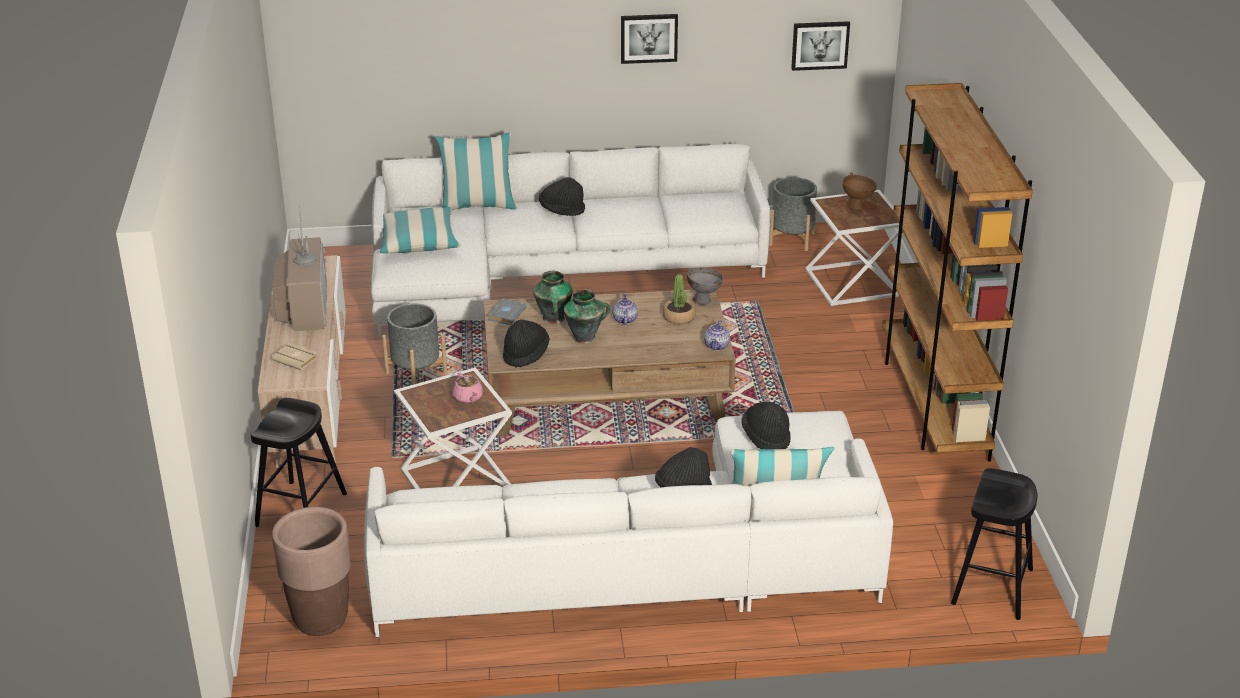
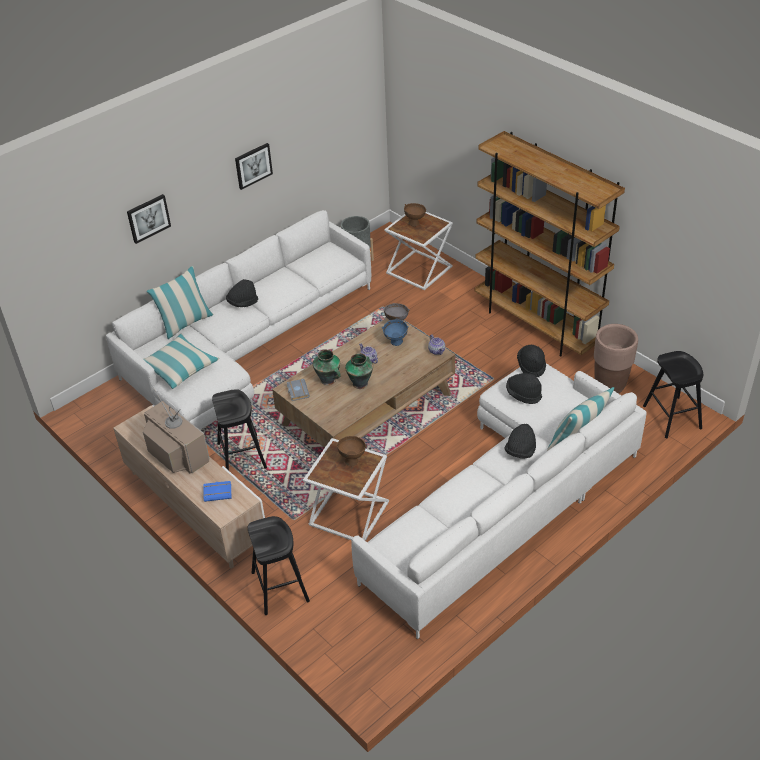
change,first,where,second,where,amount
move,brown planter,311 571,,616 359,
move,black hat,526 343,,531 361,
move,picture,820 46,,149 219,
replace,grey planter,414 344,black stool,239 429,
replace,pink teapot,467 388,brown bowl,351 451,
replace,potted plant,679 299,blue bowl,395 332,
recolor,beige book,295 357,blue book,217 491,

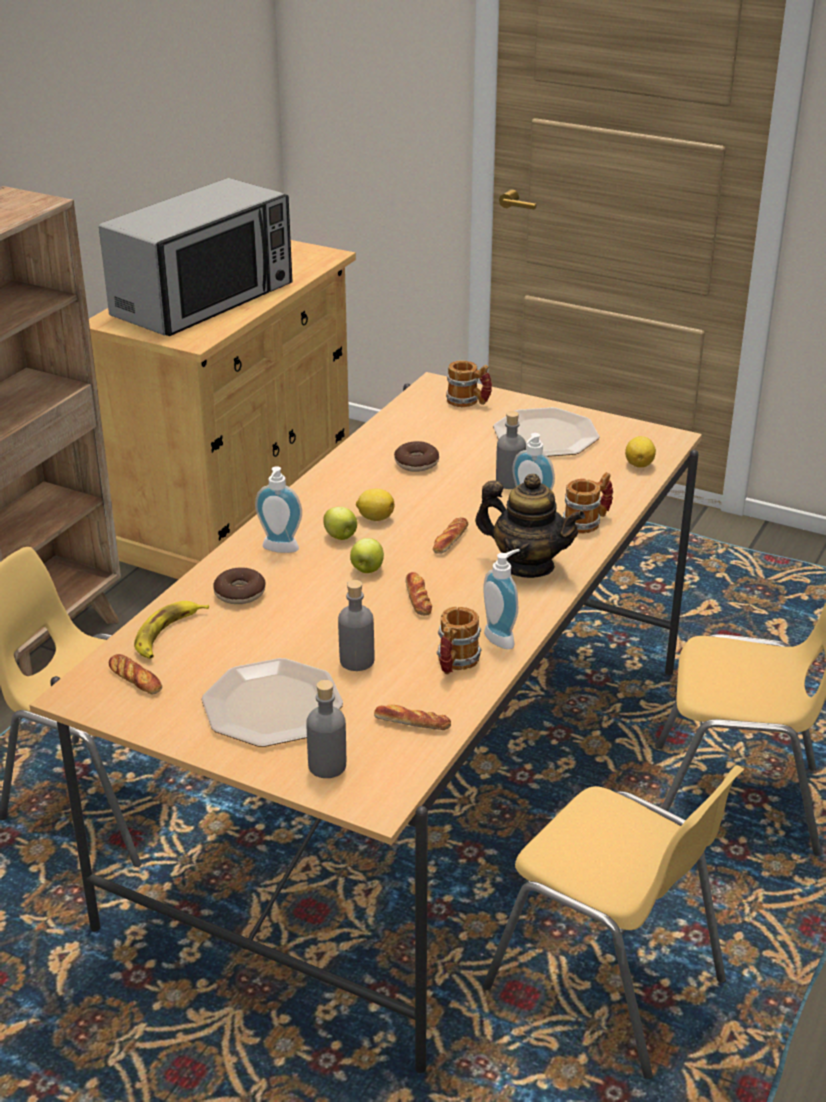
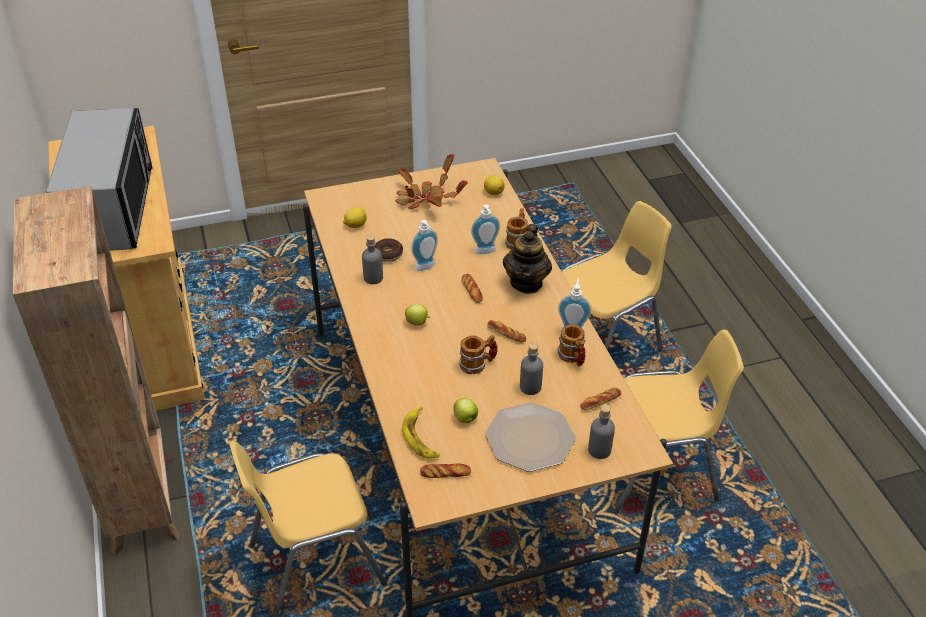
change,first,where,second,where,amount
delete,donut,239 586,,,
move,soap dispenser,278 509,,424 245,
move,apple,367 555,,466 410,
move,lemon,375 505,,355 218,
move,mug,469 383,,478 354,
move,grey bottle,511 450,,372 259,
replace,plate,546 432,potted plant,431 181,
rotate,teapot,530 525,,527 259,120 degrees clockwise

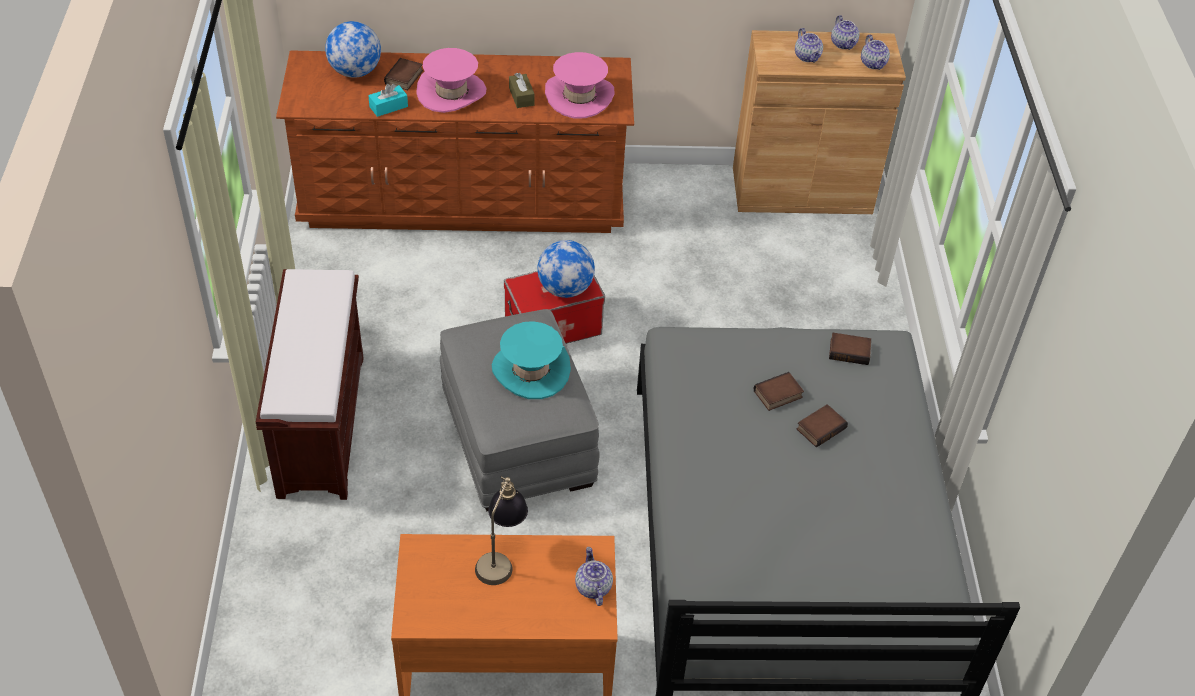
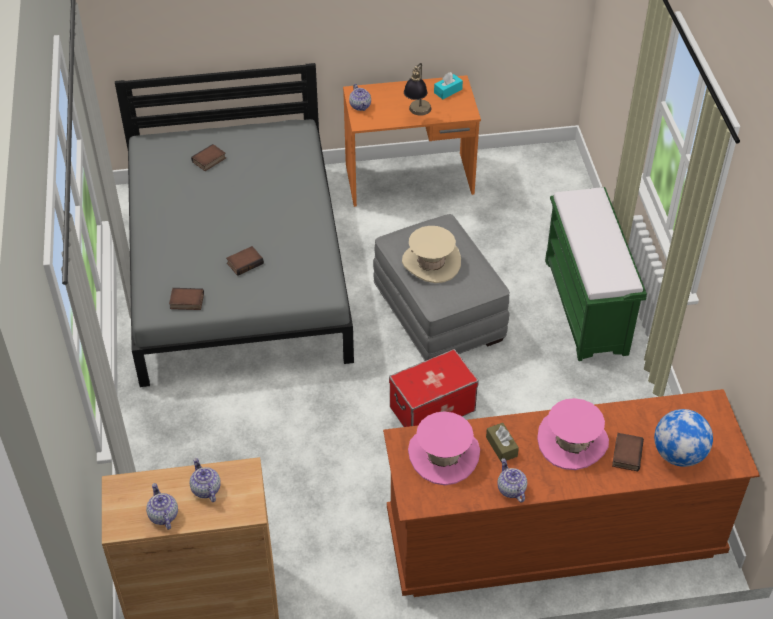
change,first,where,second,where,amount
delete,globe,566 269,,,
move,turquoise tissue box,388 100,,448 85,
move,book,822 425,,208 157,
move,teapot,875 52,,512 480,
recolor,brown bench,310 384,green bench,596 274,
recolor,turquoise hat,531 360,beige hat,431 254,

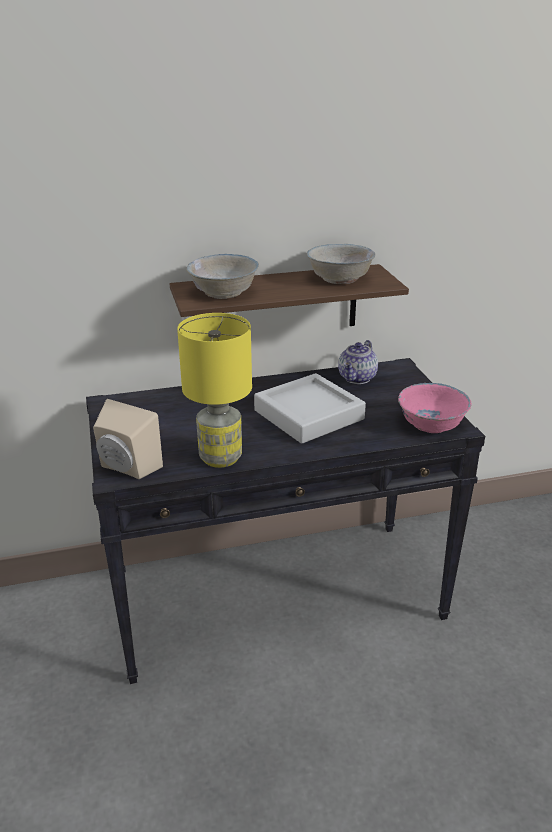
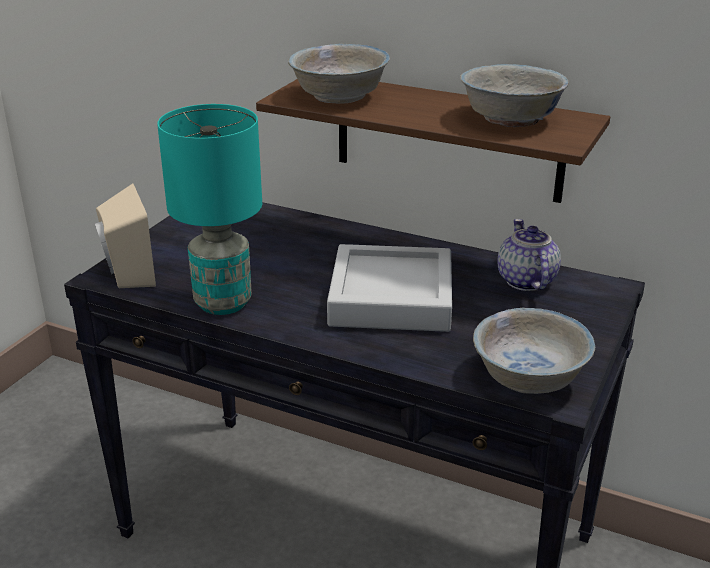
change,first,where,second,where,amount
recolor,yellow table lamp,214 390,turquoise table lamp,209 209,
recolor,pink bowl,434 408,white bowl,534 351,
rotate,teapot,358 362,,529 255,105 degrees clockwise

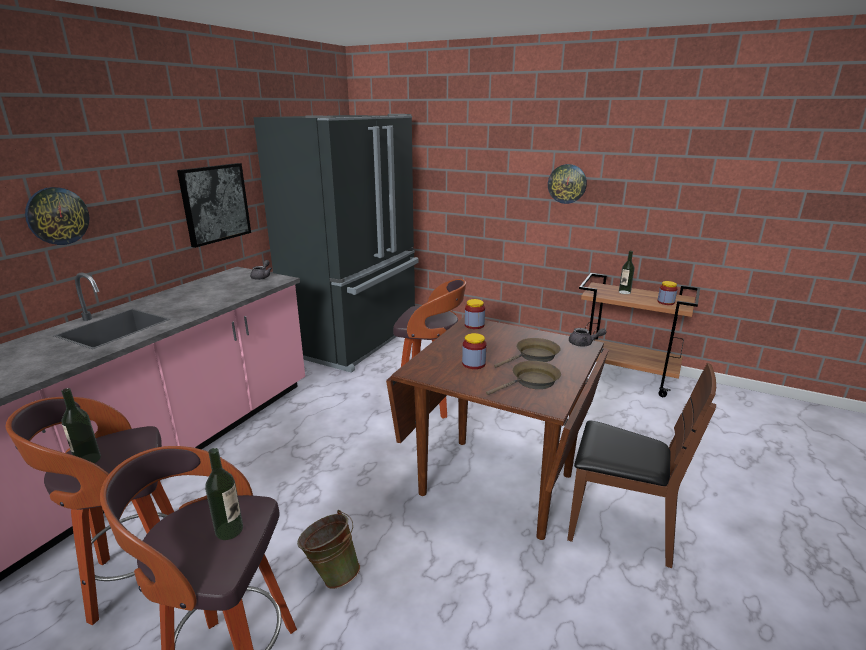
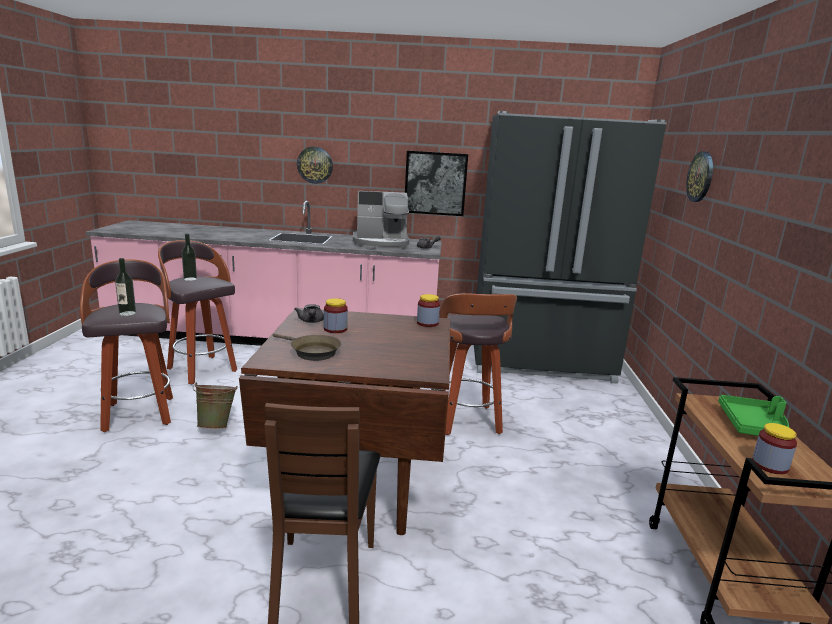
change,first,where,second,where,amount
delete,brown frying pan,527 353,,,
insert,,,coffee machine,381 220,
move,wall clock,567 184,,699 176,
move,grey teapot,588 337,,309 313,
replace,bottle,627 272,green tray,753 415,

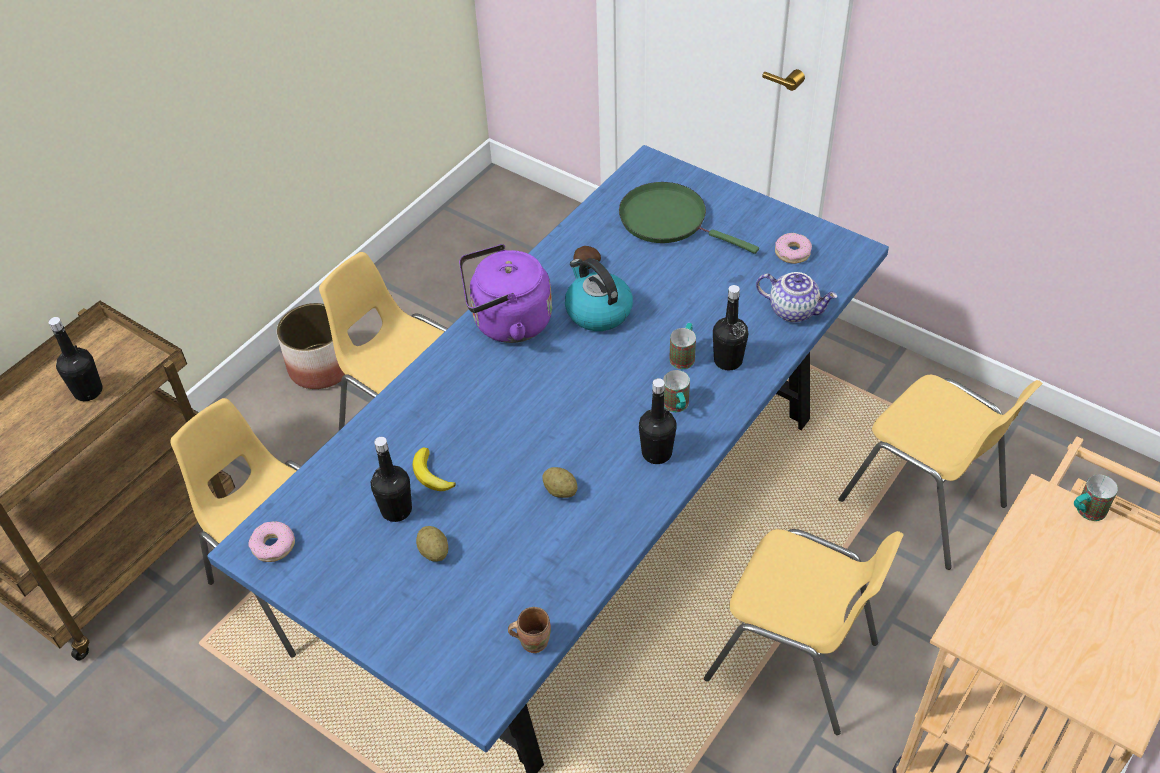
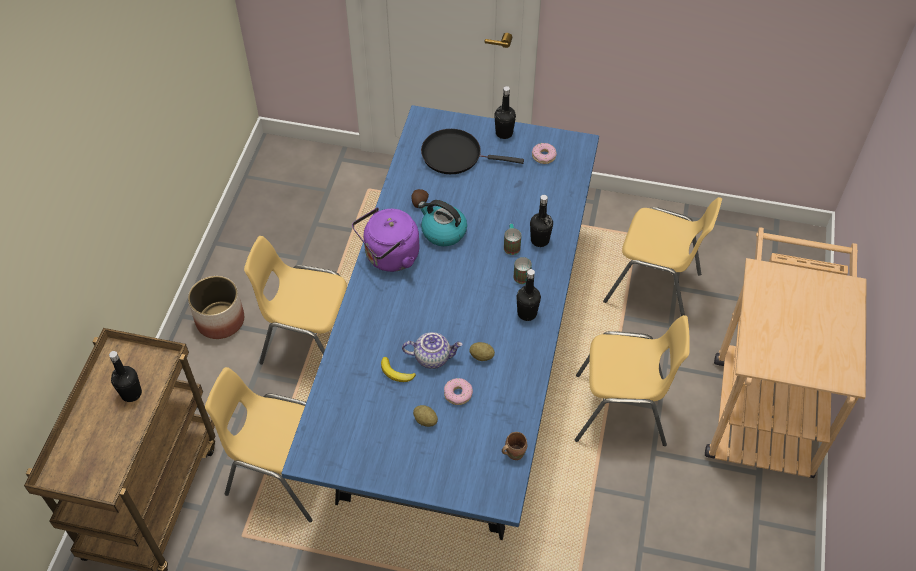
change,first,where,second,where,amount
delete,mug,1096 497,,,
move,donut,271 541,,458 391,
move,black bottle,391 479,,505 112,
move,teapot,797 297,,432 350,
recolor,green frying pan,689 218,black frying pan,472 151,

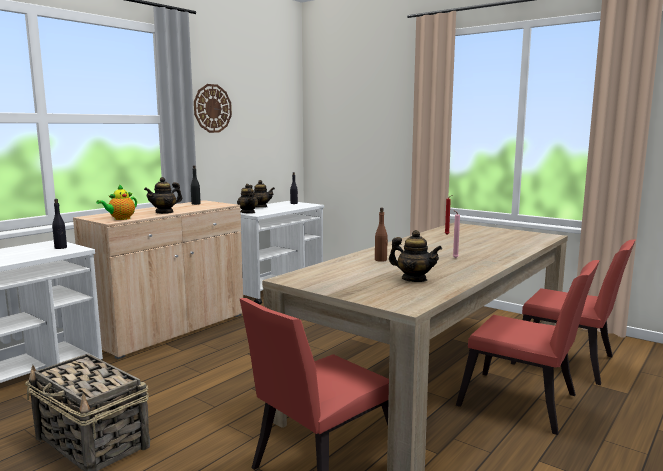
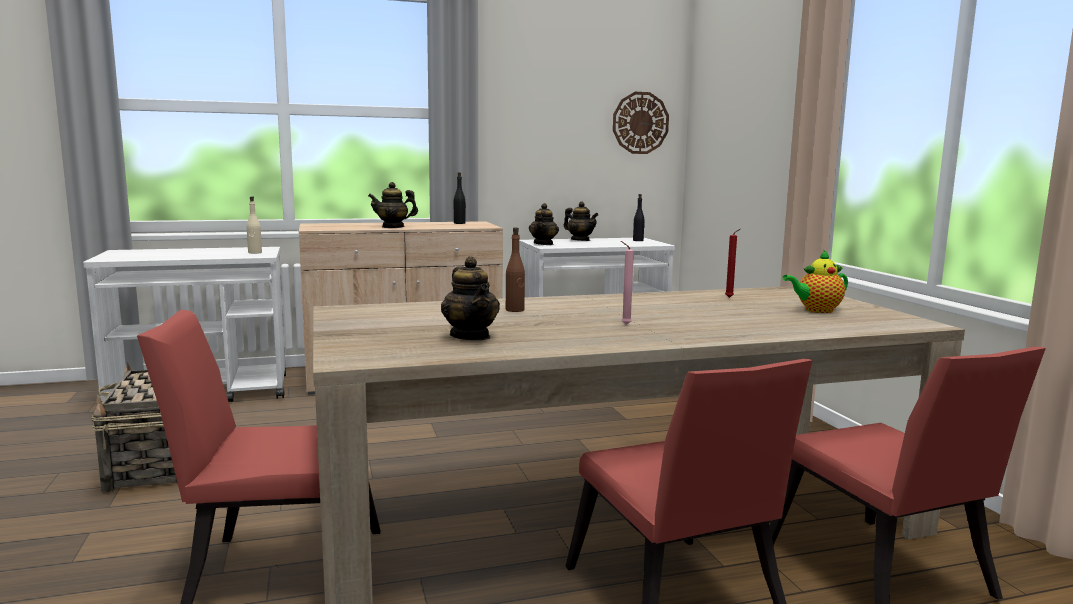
change,first,where,second,where,amount
move,teapot,116 202,,815 281,
move,wall clock,213 108,,641 123,
recolor,black bottle,59 224,beige bottle,254 225,

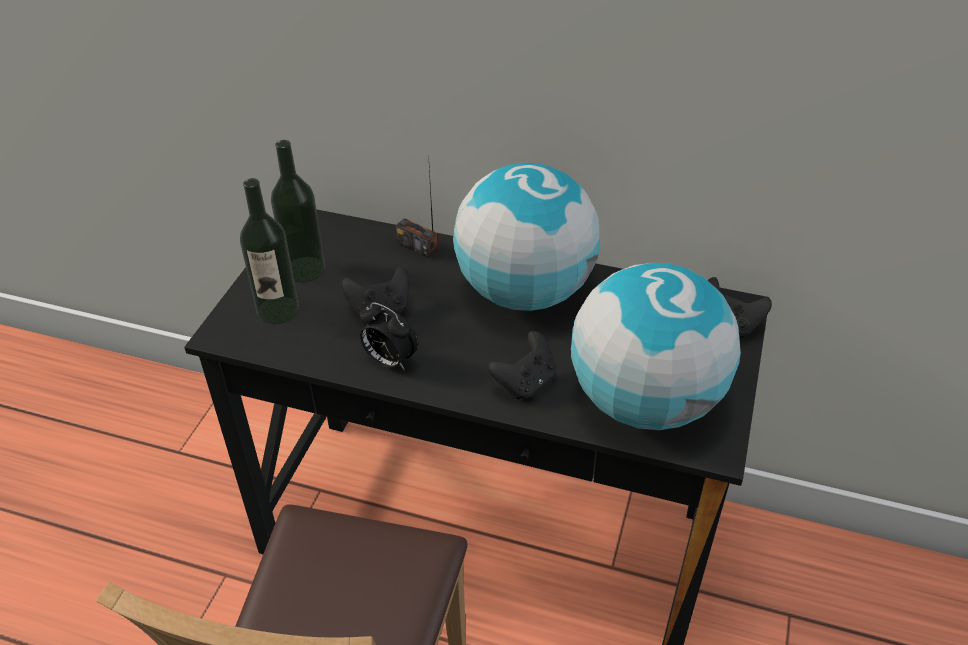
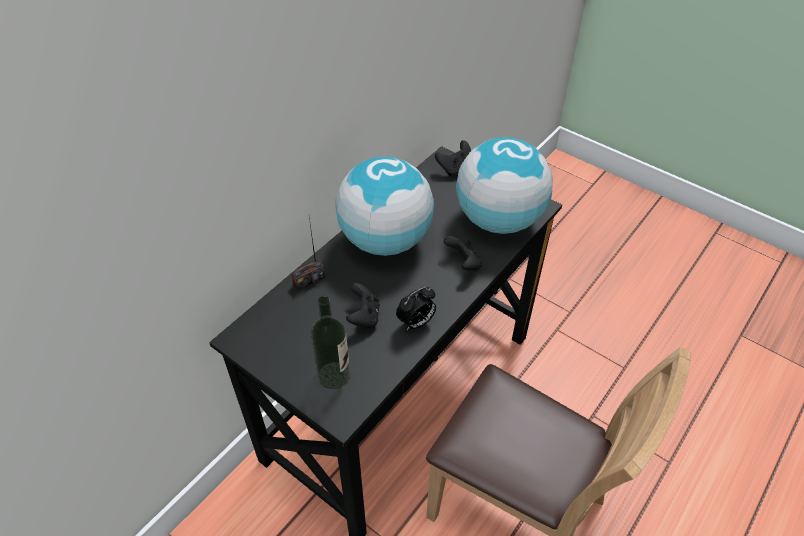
change,first,where,second,where,amount
delete,bottle,298 211,,,

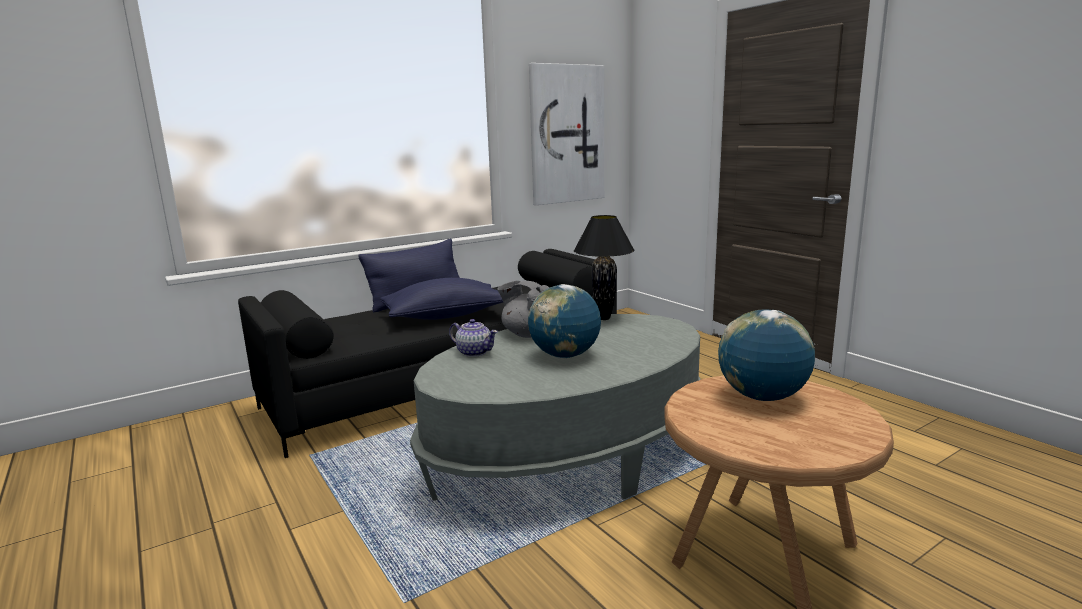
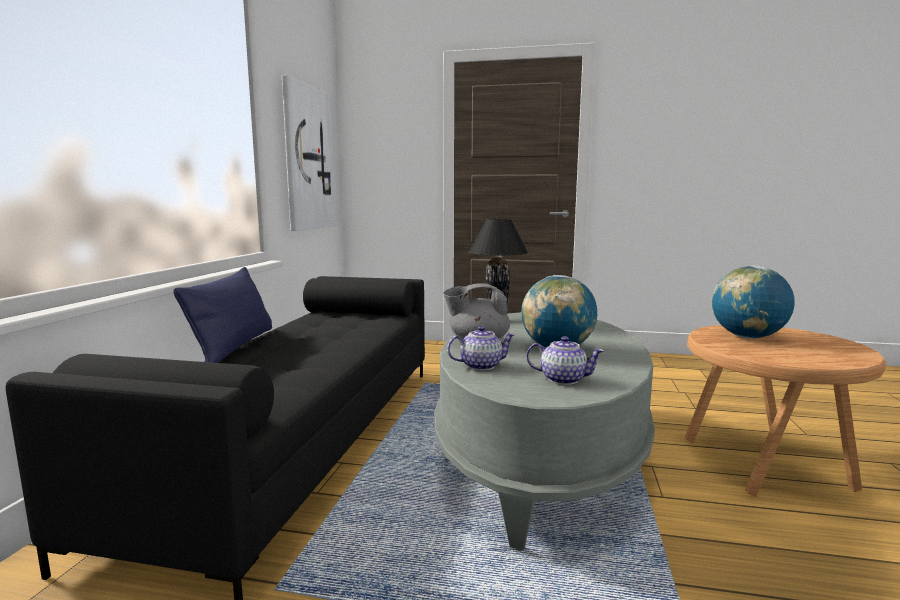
change,first,where,second,where,amount
delete,blue pillow,442 299,,,
insert,,,teapot,565 360,

